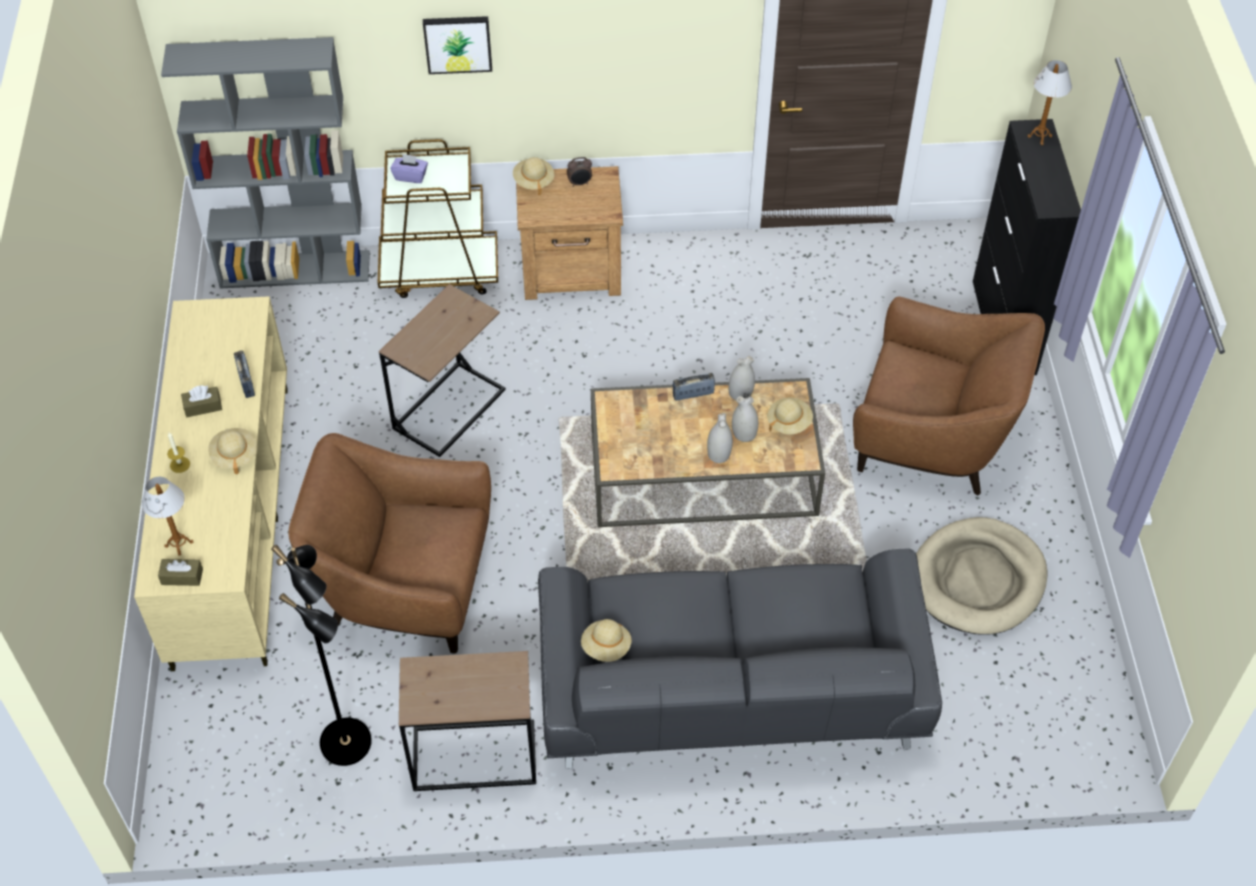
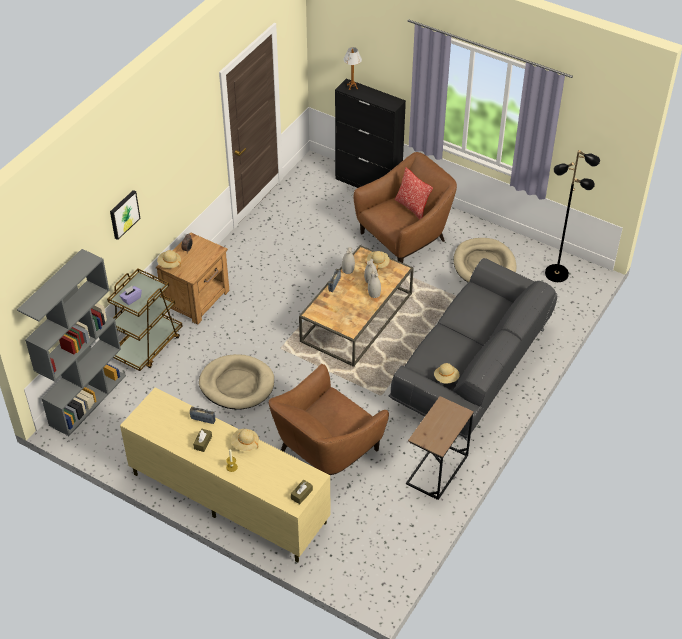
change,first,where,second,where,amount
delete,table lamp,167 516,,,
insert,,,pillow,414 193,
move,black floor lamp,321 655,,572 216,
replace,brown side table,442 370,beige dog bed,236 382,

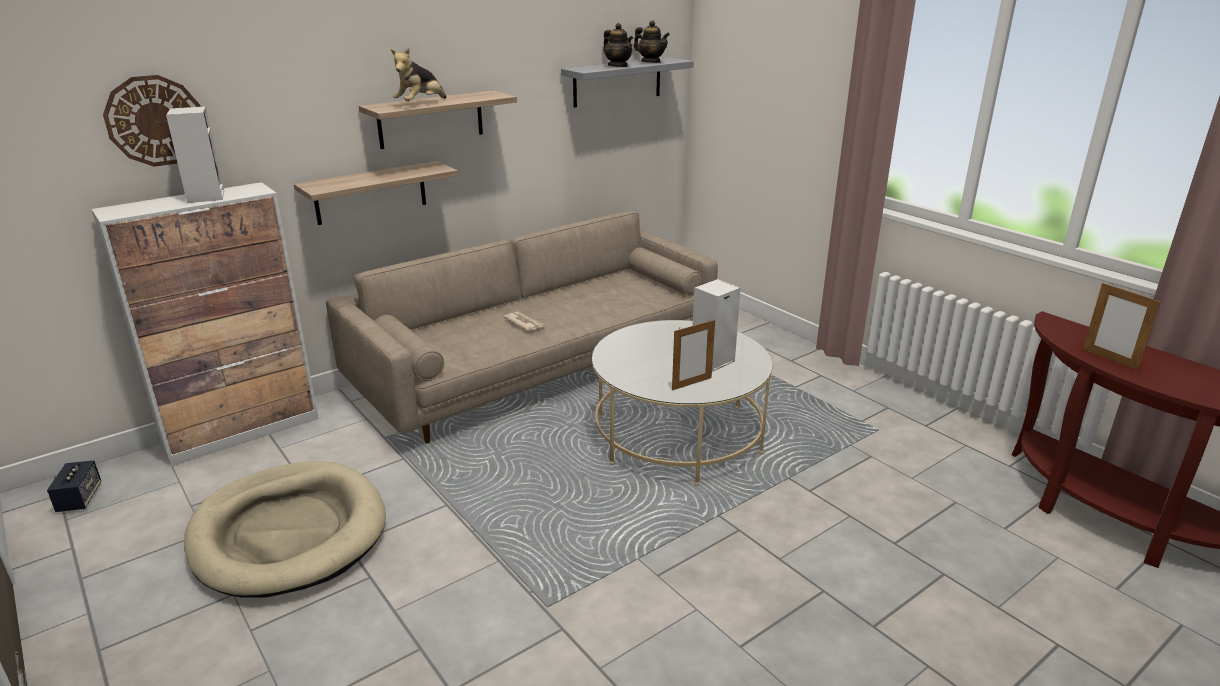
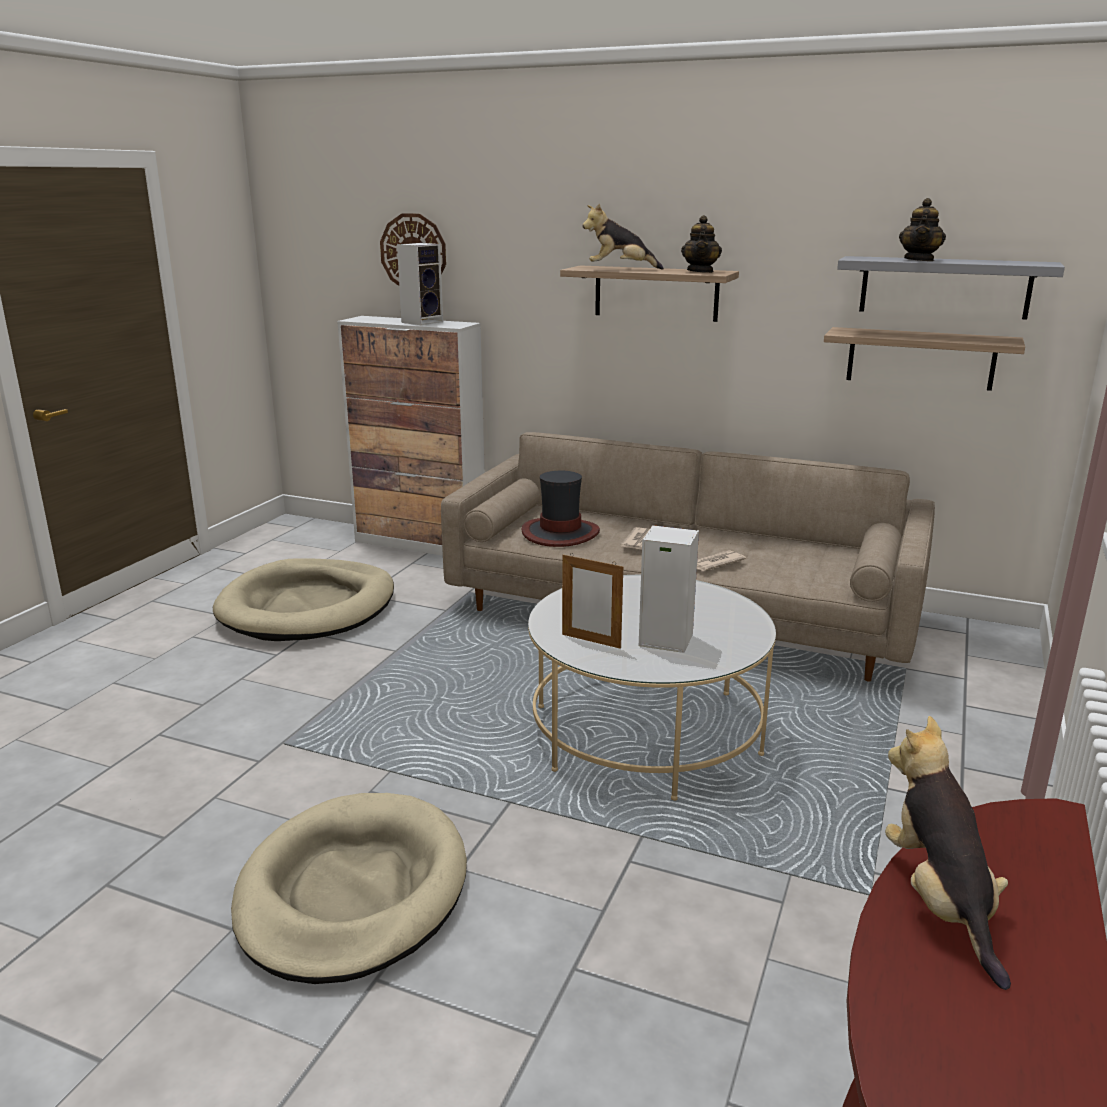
change,first,where,second,where,amount
delete,speaker,74 486,,,
insert,,,beige dog bed,349 888,
insert,,,hat,560 509,
insert,,,newspaper,721 560,
move,shelf,376 193,,924 359,
move,teapot,651 41,,701 244,
replace,picture frame,1122 327,plush toy,948 853,

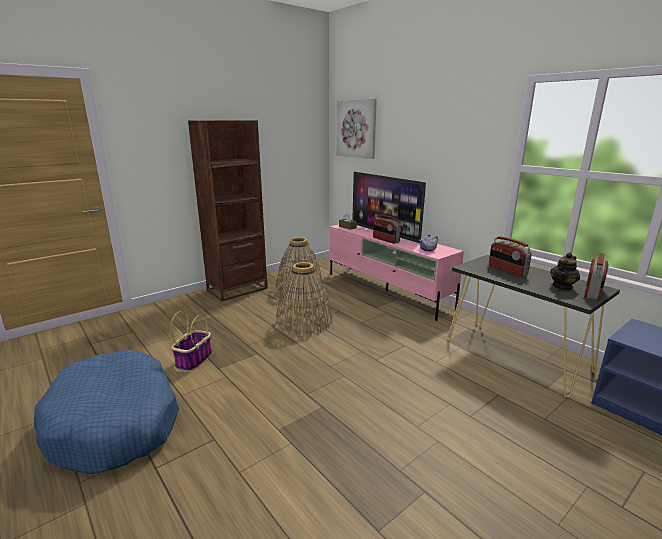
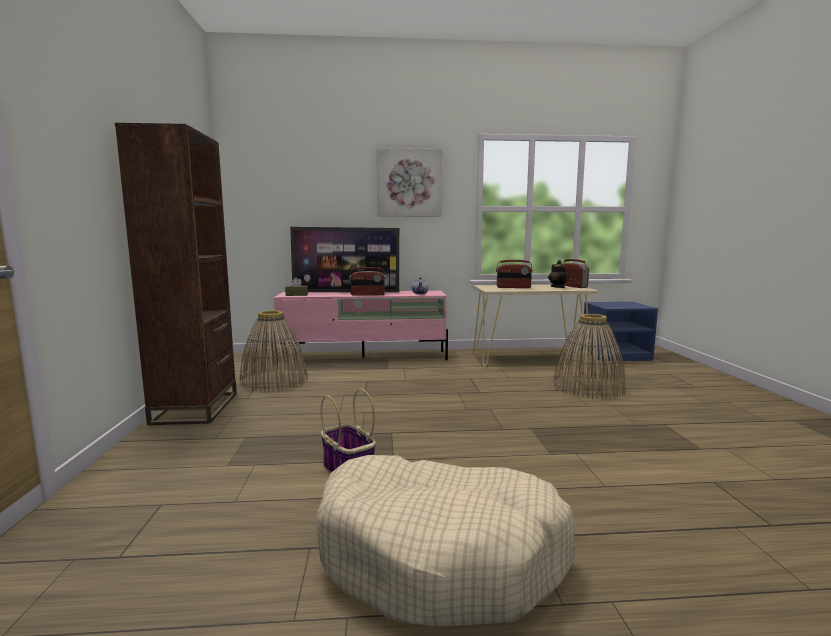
change,first,where,second,where,amount
move,basket,304 298,,589 356,
move,picture,356 129,,410 182,
recolor,blue dog bed,106 412,beige dog bed,446 540,
recolor,black console table,533 326,beige console table,535 326,

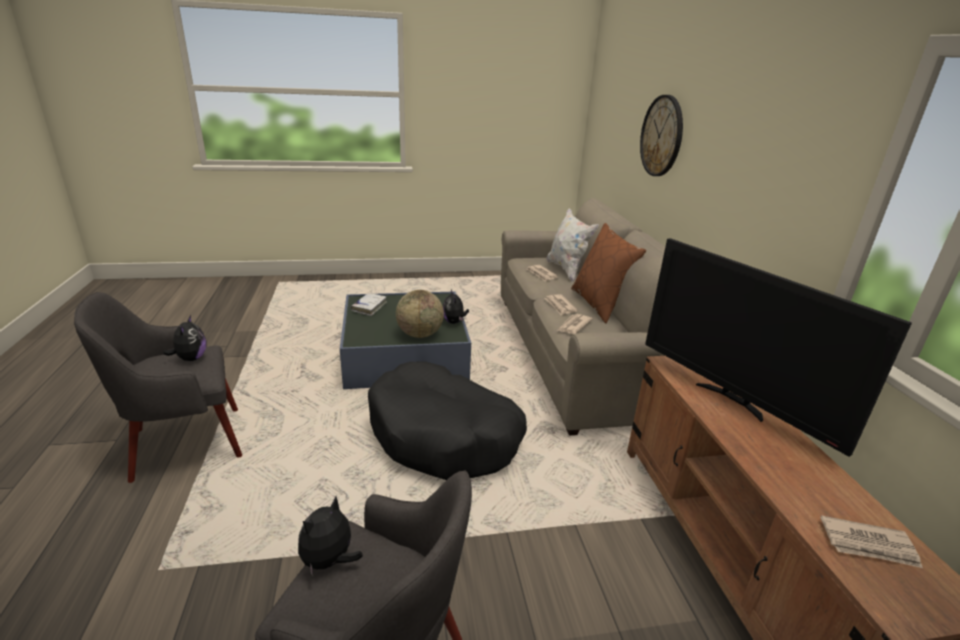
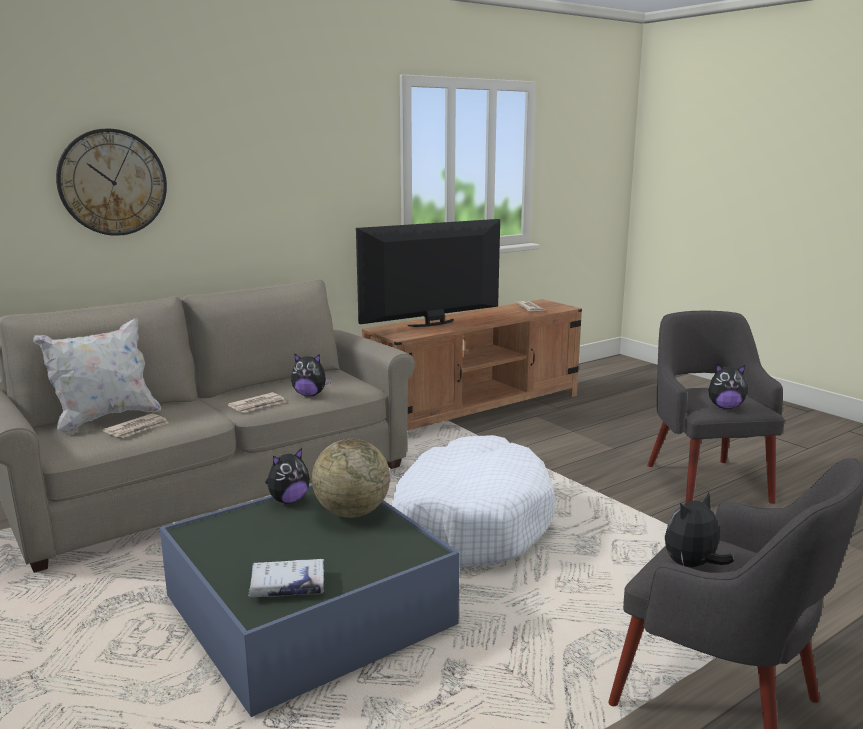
change,first,where,second,where,amount
delete,brown pillow,608 273,,,
replace,newspaper,575 324,plush toy,311 374,
recolor,black dog bed,447 421,white dog bed,473 501,
rotate,television,778 347,,428 273,150 degrees counterclockwise

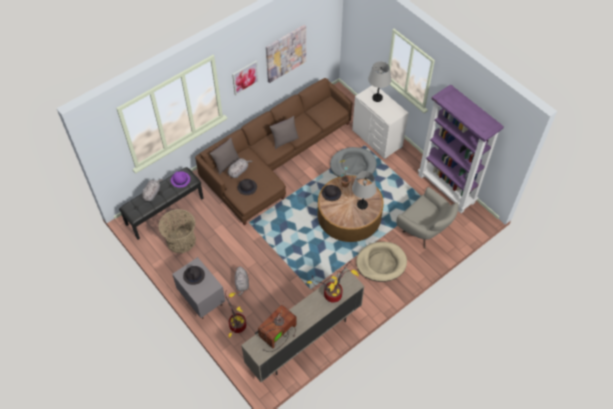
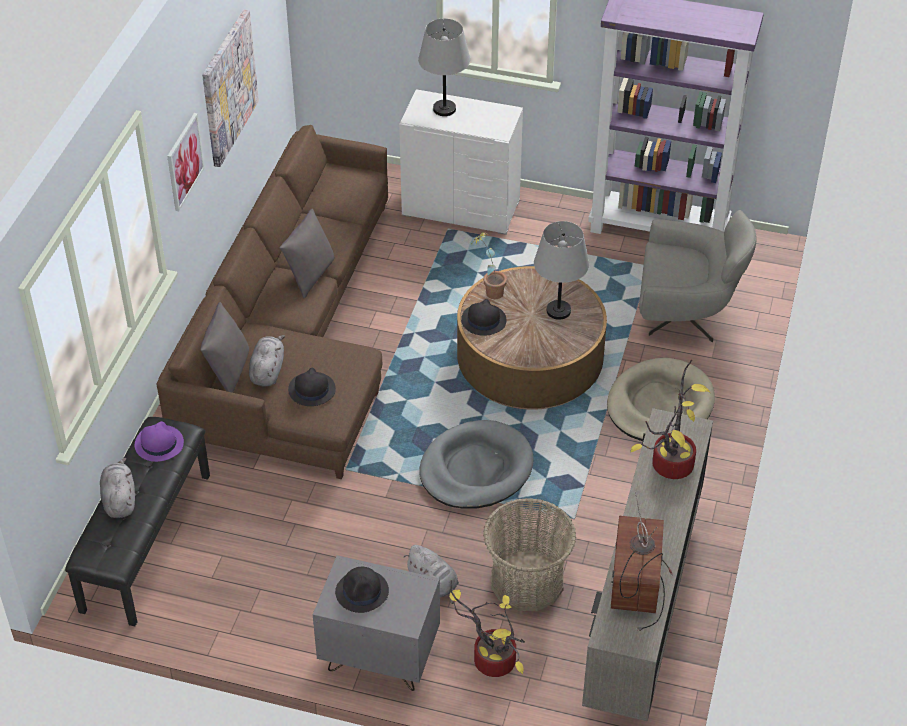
change,first,where,second,where,amount
move,basket,177 231,,529 554,
move,grey dog bed,353 162,,476 464,

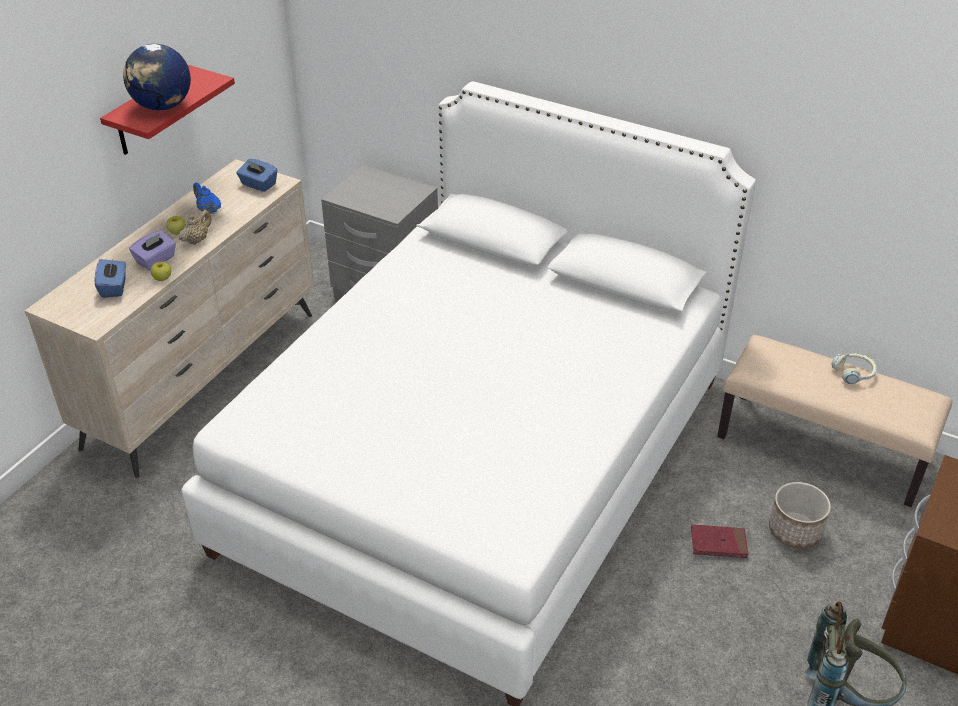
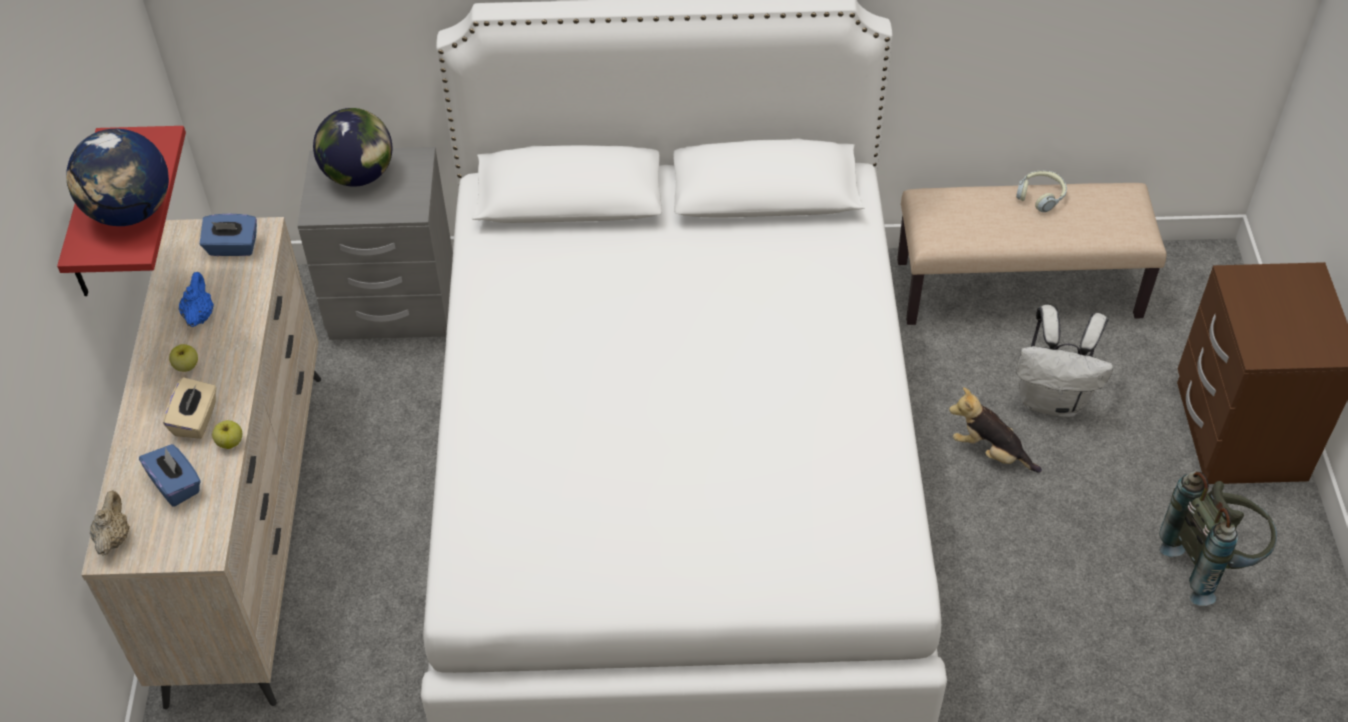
change,first,where,second,where,amount
insert,,,globe,352 147,
move,beige teapot,195 227,,110 522,
replace,red book,720 541,plush toy,995 430,
replace,planter,800 515,white backpack,1064 361,
recolor,purple tissue box,152 250,beige tissue box,190 408,
rotate,blue teapot,207 198,,196 299,75 degrees clockwise

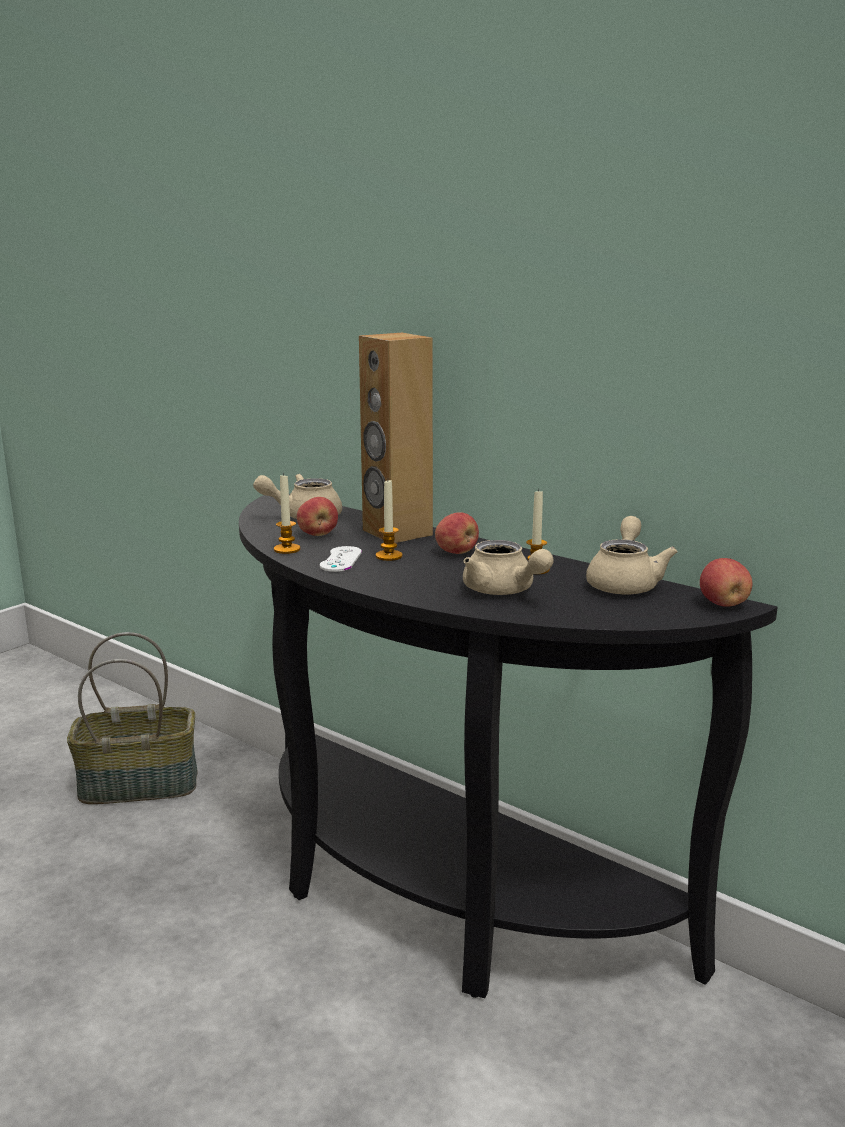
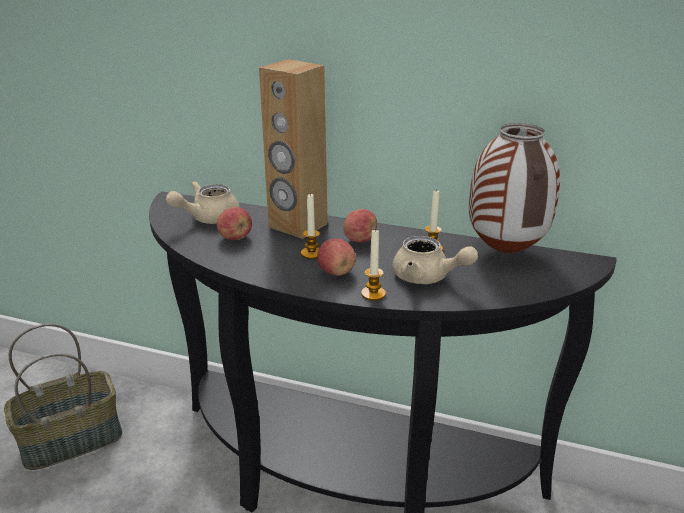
change,first,where,second,where,amount
delete,white game controller,341 559,,,
move,candle,287 513,,373 264,
move,apple,726 582,,336 257,
replace,beige teapot,632 555,vase,514 188,

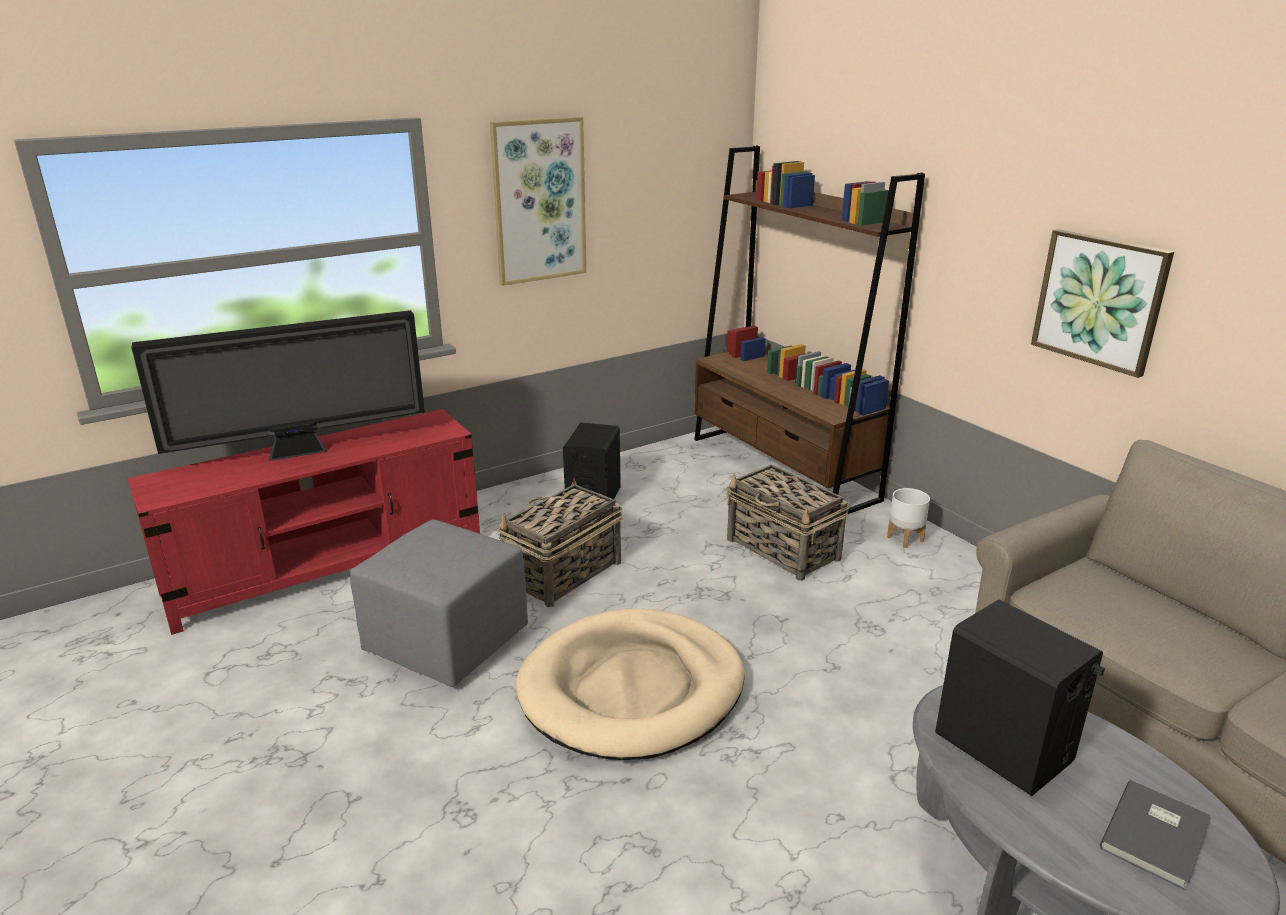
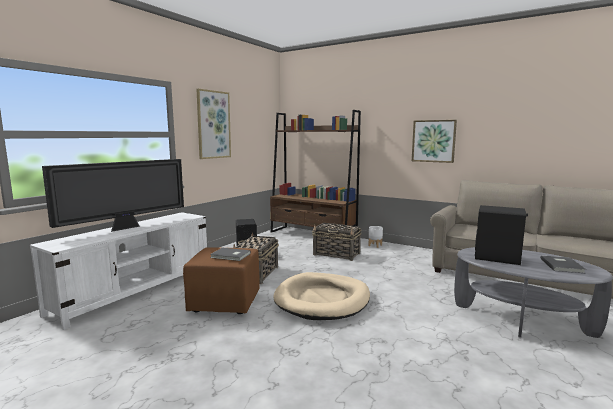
change,first,where,second,where,amount
insert,,,grey book,230 254,
recolor,red tv stand,304 522,white tv stand,118 271,
recolor,grey ottoman,439 603,brown ottoman,221 280,

